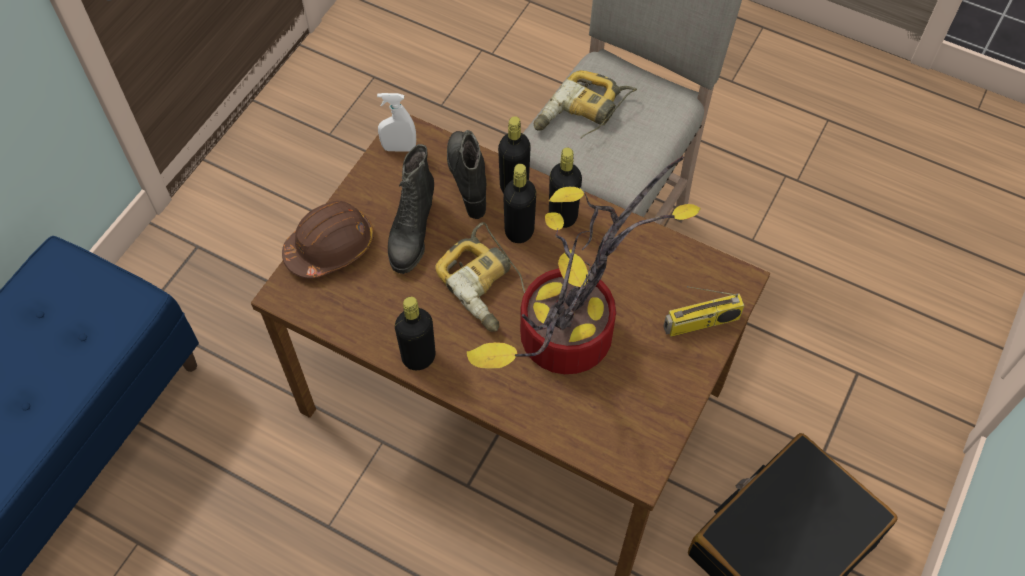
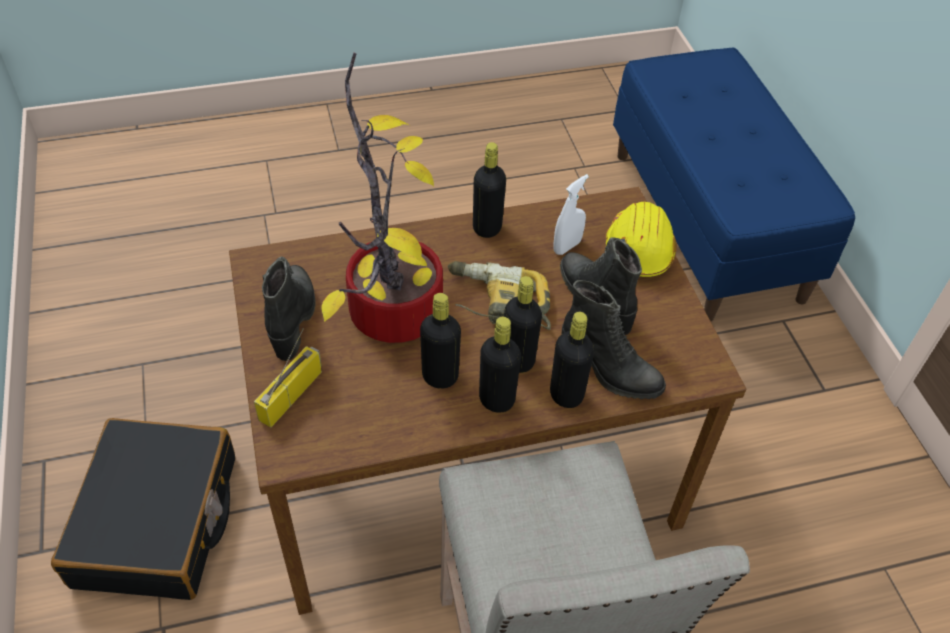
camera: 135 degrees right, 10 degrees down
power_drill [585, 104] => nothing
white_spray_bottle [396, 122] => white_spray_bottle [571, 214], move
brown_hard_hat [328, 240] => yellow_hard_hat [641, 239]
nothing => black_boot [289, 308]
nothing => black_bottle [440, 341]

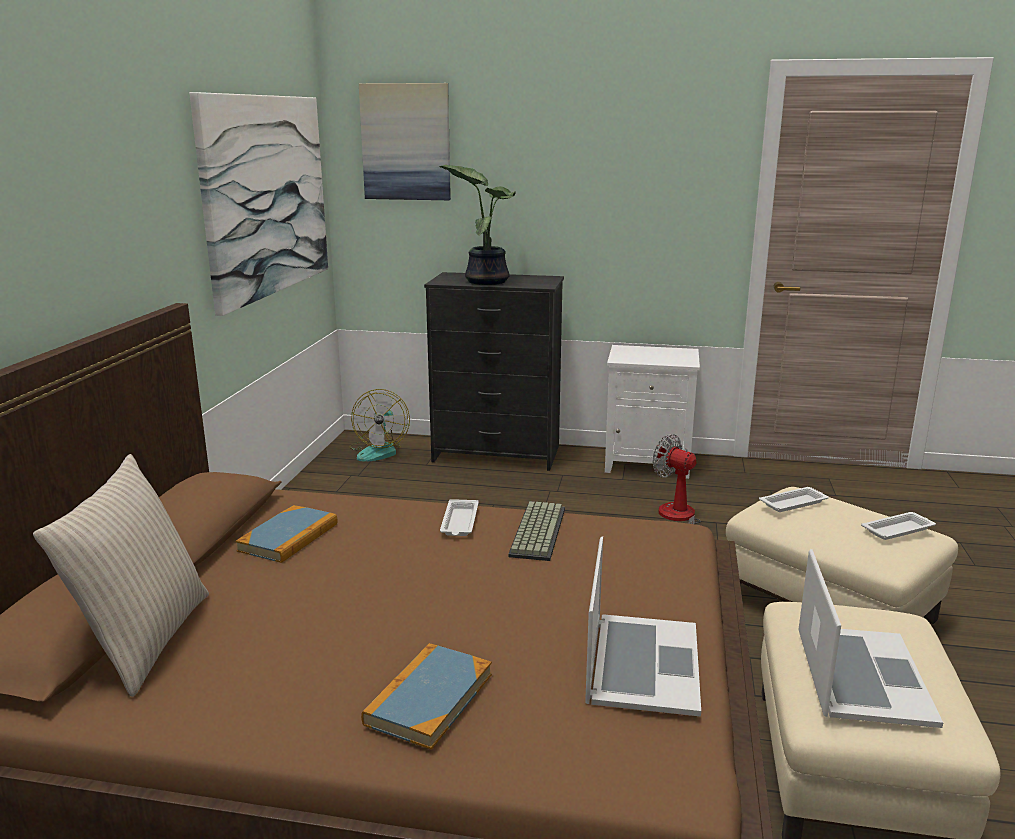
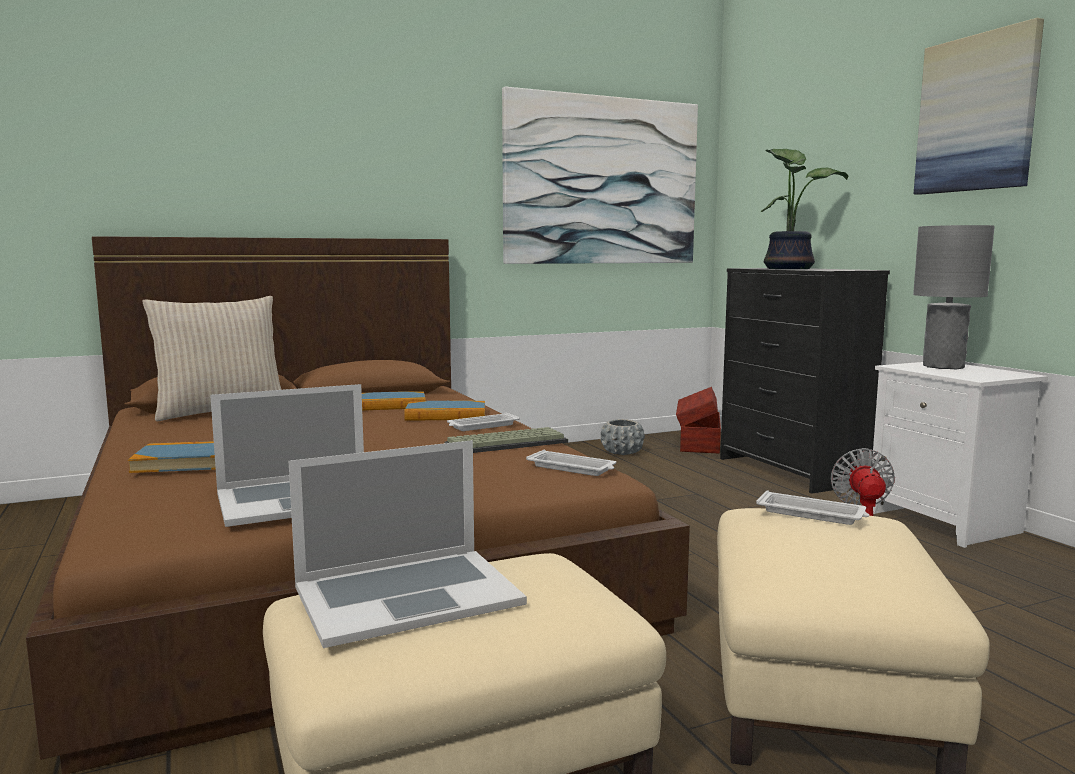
camera: 55 degrees right, 10 degrees down
picture [405, 141] => picture [979, 106], move
fan [379, 425] => brown_storage_box [698, 420]
white_tray [898, 526] => white_tray [571, 463], move
nothing => grey_table_lamp [954, 297]
nothing => book [444, 410]
nothing => grey_planter [622, 437]

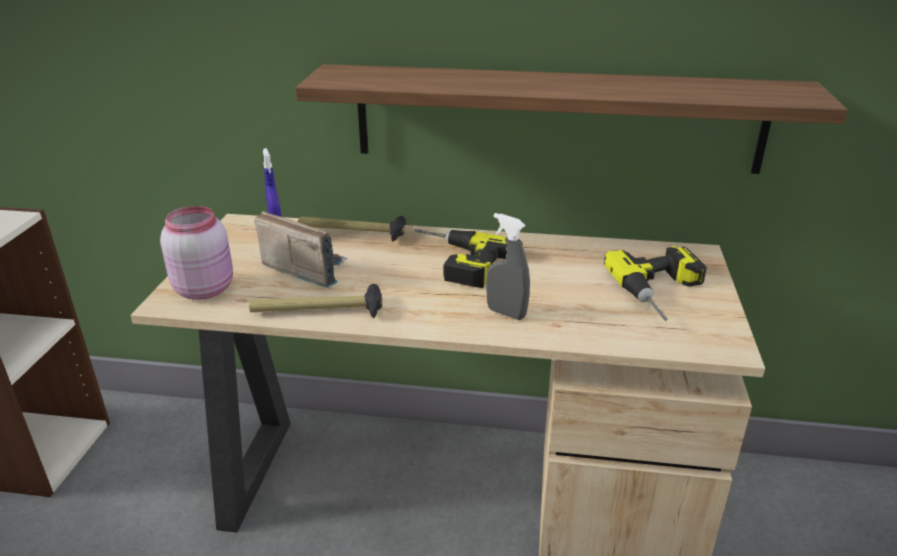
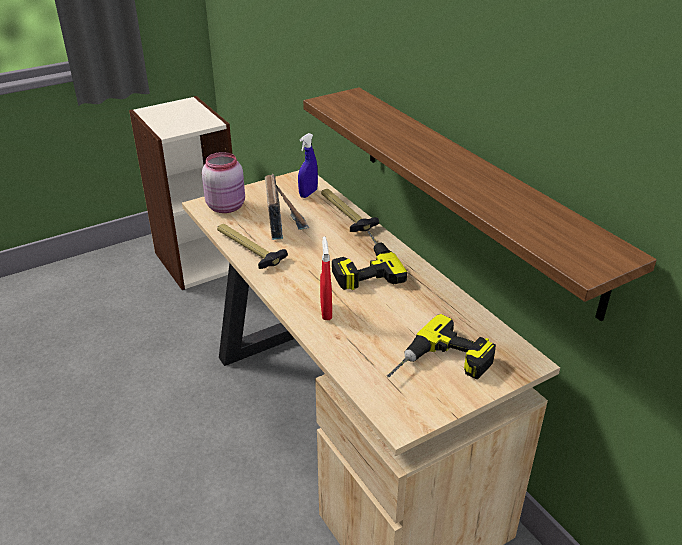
camera: 50 degrees right, 5 degrees up
grey_spray_bottle [508, 266] => red_spray_bottle [326, 278]

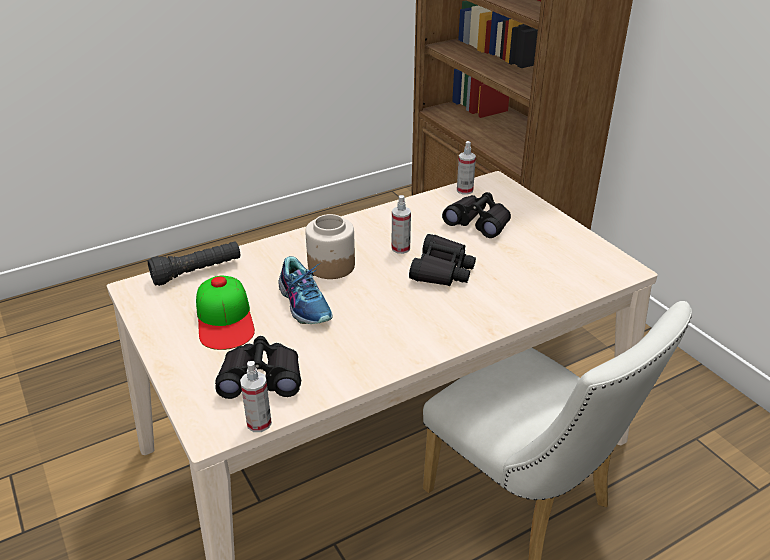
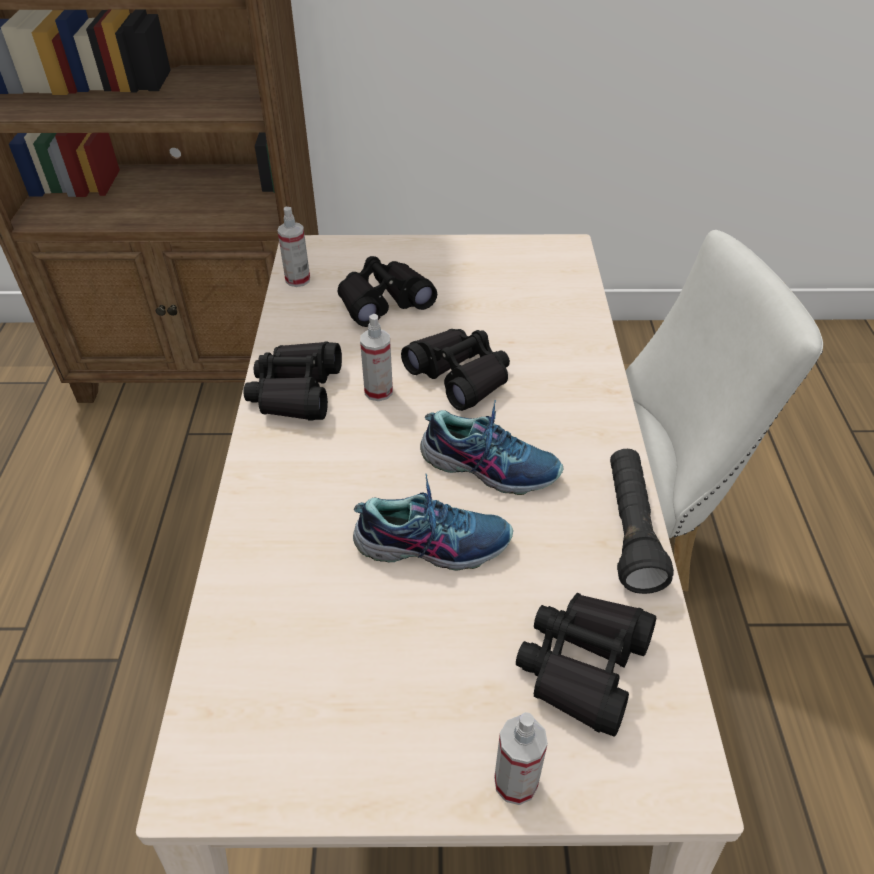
camera: 60 degrees left, 10 degrees up
jar [330, 246] => nothing
black_flashlight [194, 263] => black_flashlight [642, 521], move
cap [225, 313] => nothing
spray_bottle [256, 396] => spray_bottle [521, 758], move
nothing => black_binoculars [292, 381]
nothing => shoe [491, 447]

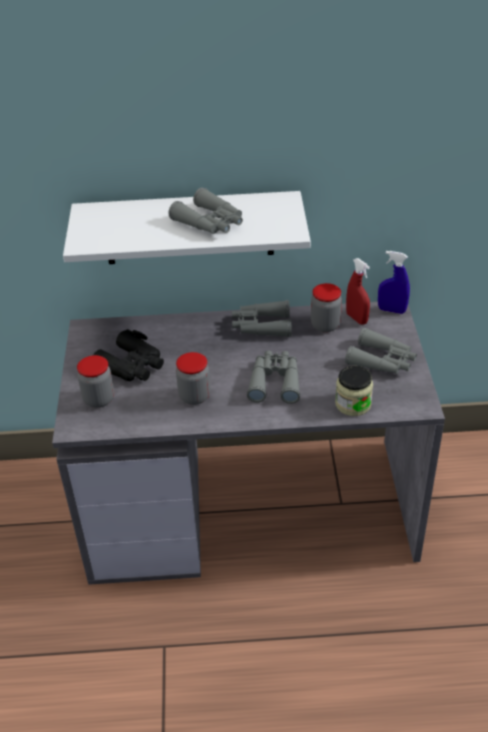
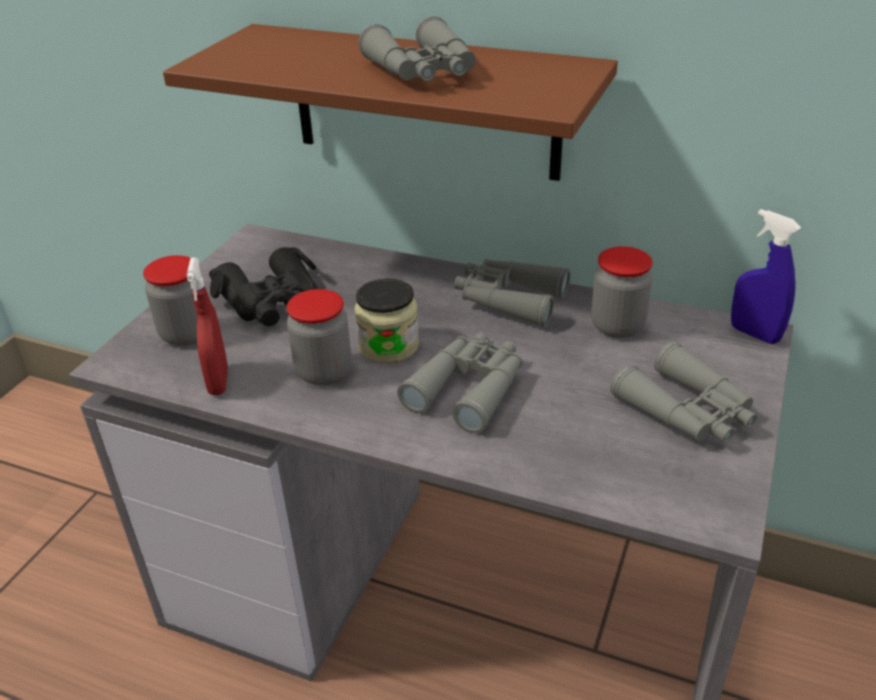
camera: 25 degrees right, 5 degrees down
white_shelf [187, 227] => brown_shelf [390, 102]
red_spray_bottle [358, 291] => red_spray_bottle [207, 326], move
jar [354, 391] => jar [386, 321], move

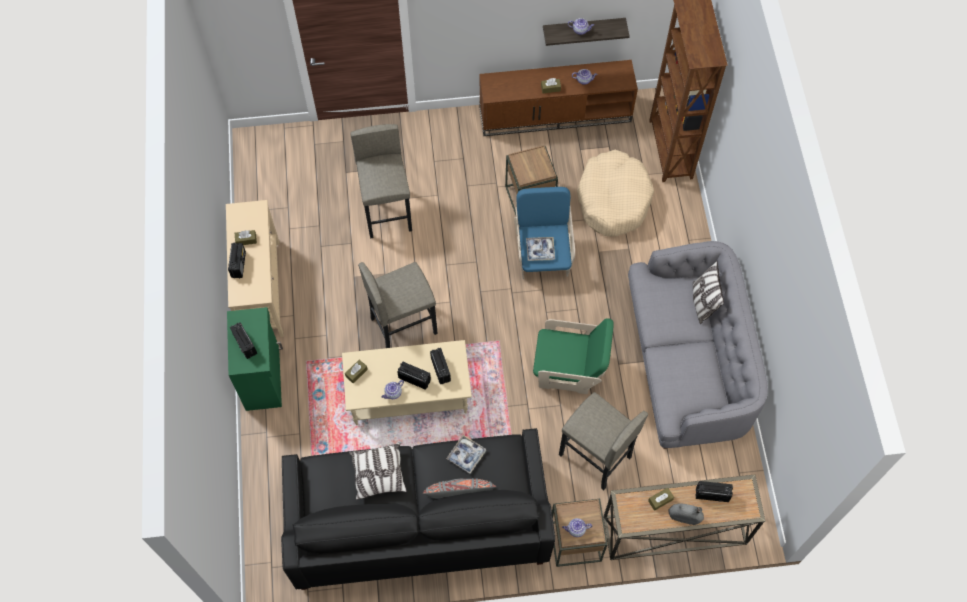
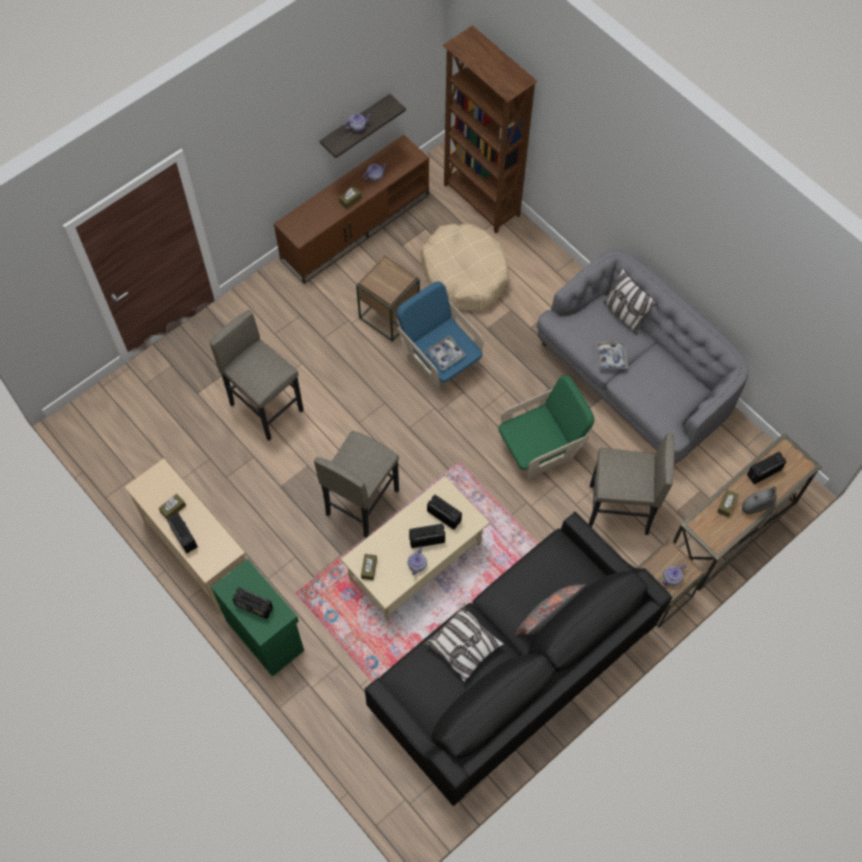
camera: 35 degrees left, 0 degrees up
tray [466, 454] => tray [612, 355], move

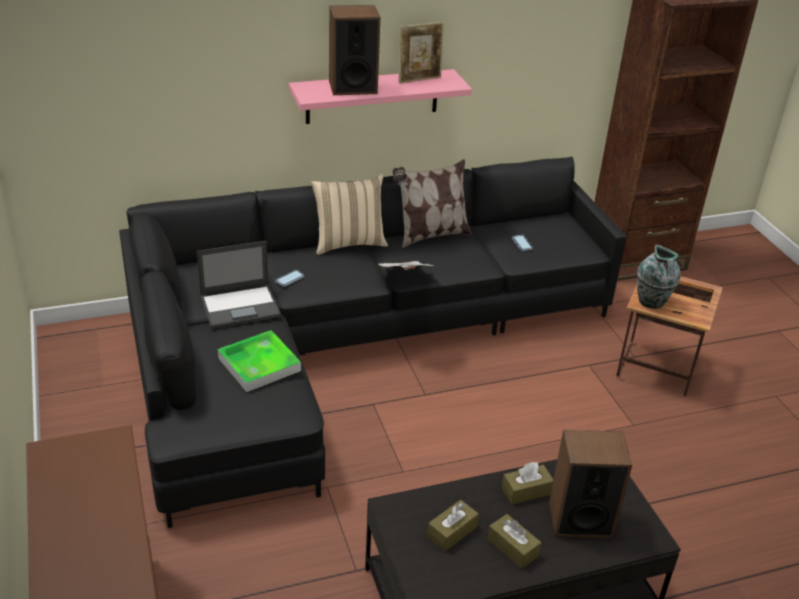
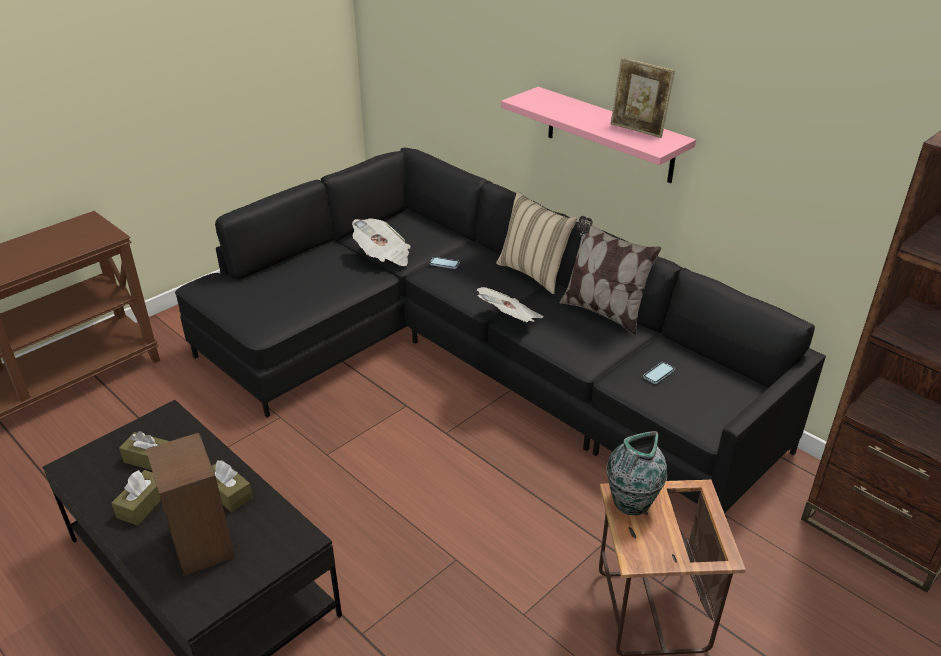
camera: 65 degrees right, 0 degrees up
speaker [354, 50] => nothing
laptop [239, 285] => newspaper [381, 242]
tray [259, 361] => nothing

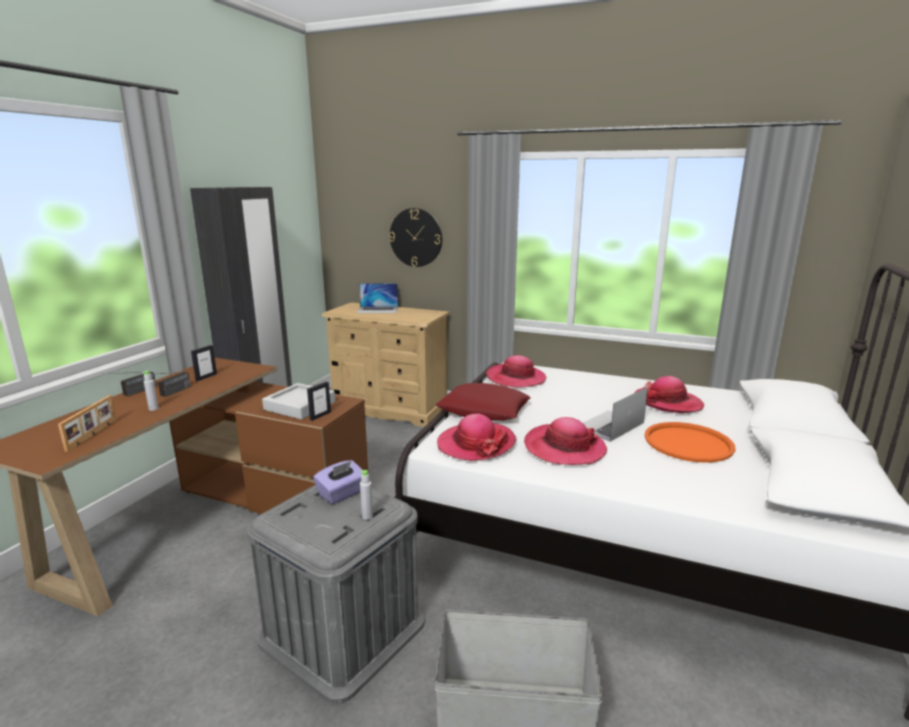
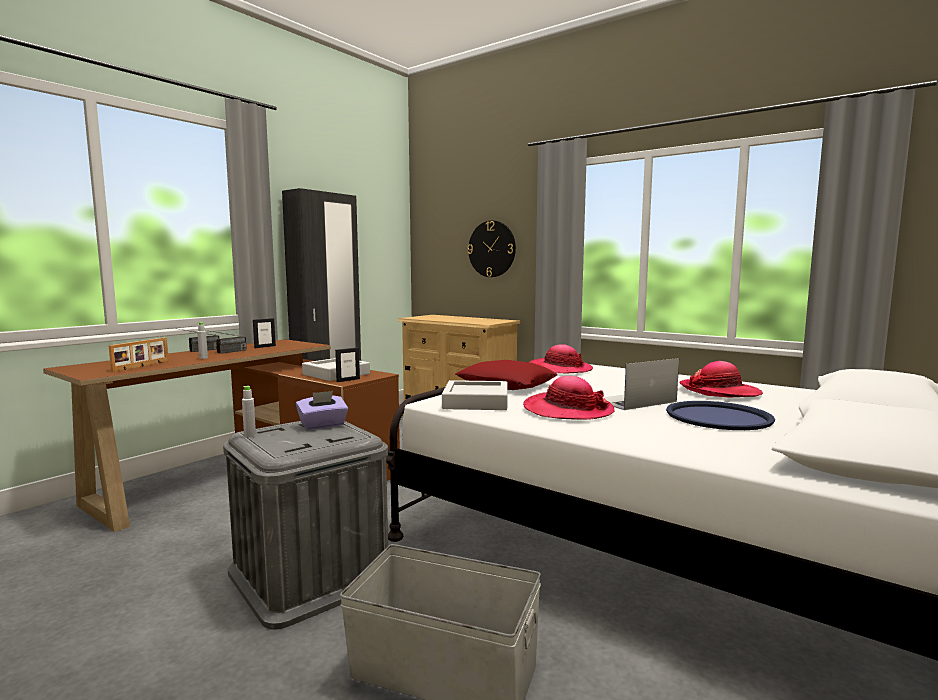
camera: 15 degrees right, 10 degrees down
laptop [377, 298] => nothing
hat [476, 437] => grey_tray [475, 395]
orange_tray [690, 442] => blue_tray [720, 415]
grey_bottle [366, 495] => grey_bottle [249, 412], move

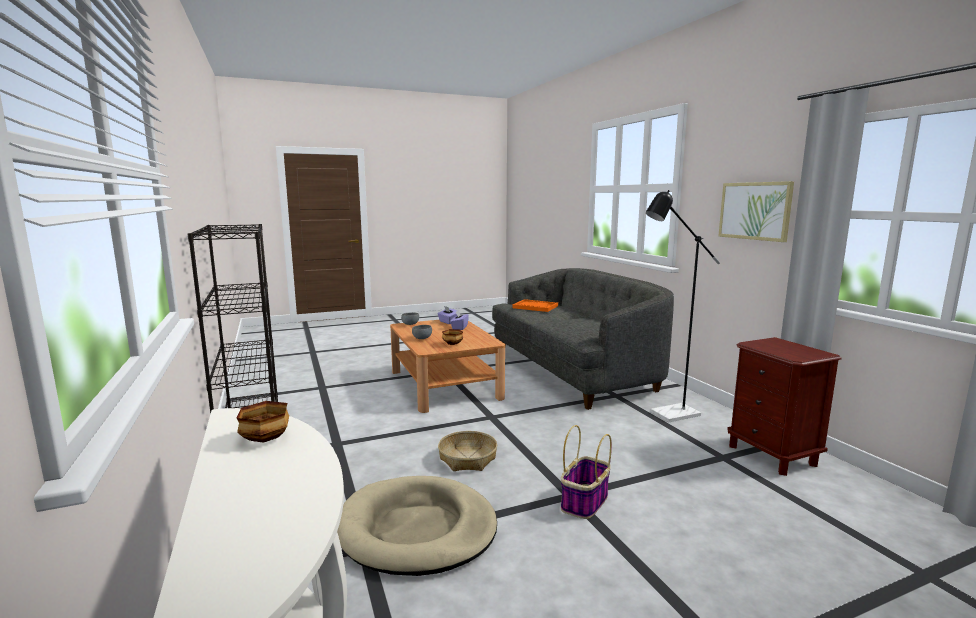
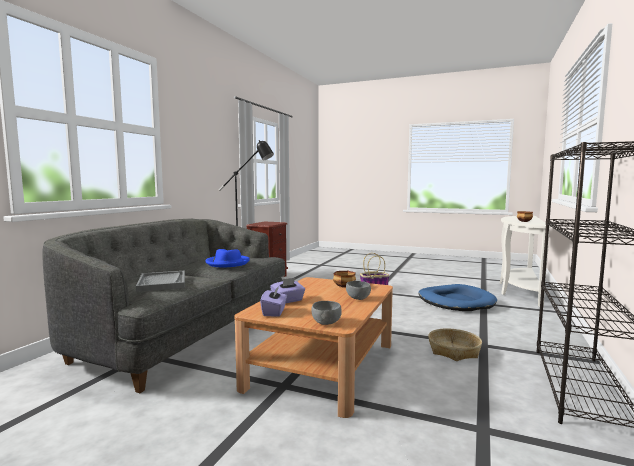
camera: 135 degrees left, 5 degrees down
picture [756, 211] => nothing
orange_tray [535, 305] => grey_tray [160, 281]
basket [467, 451] => basket [455, 345], move
beige_dog_bed [417, 526] => blue_dog_bed [458, 297]
nothing => blue_hat [227, 258]

